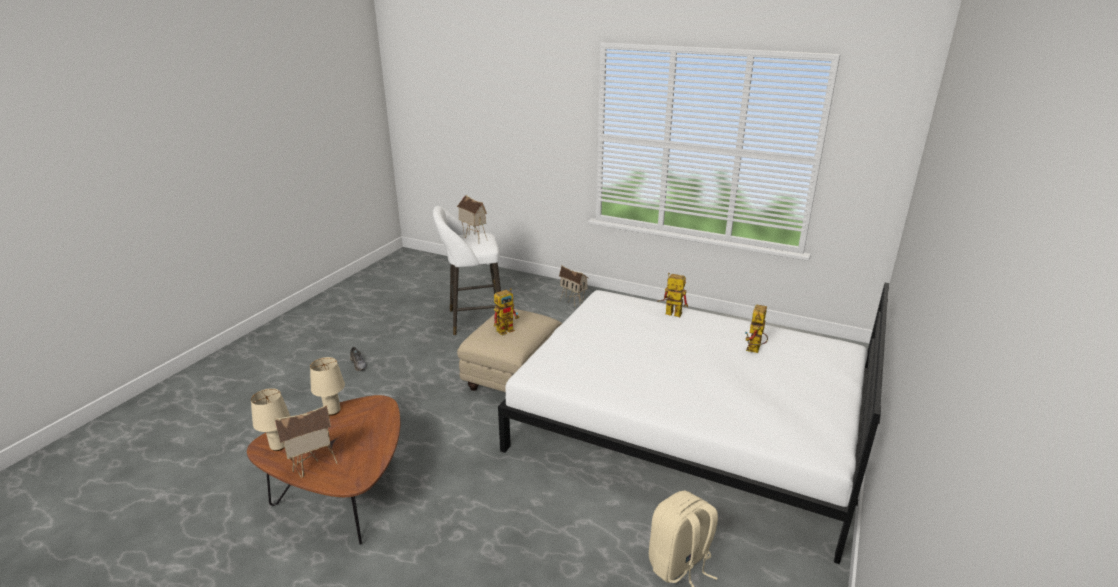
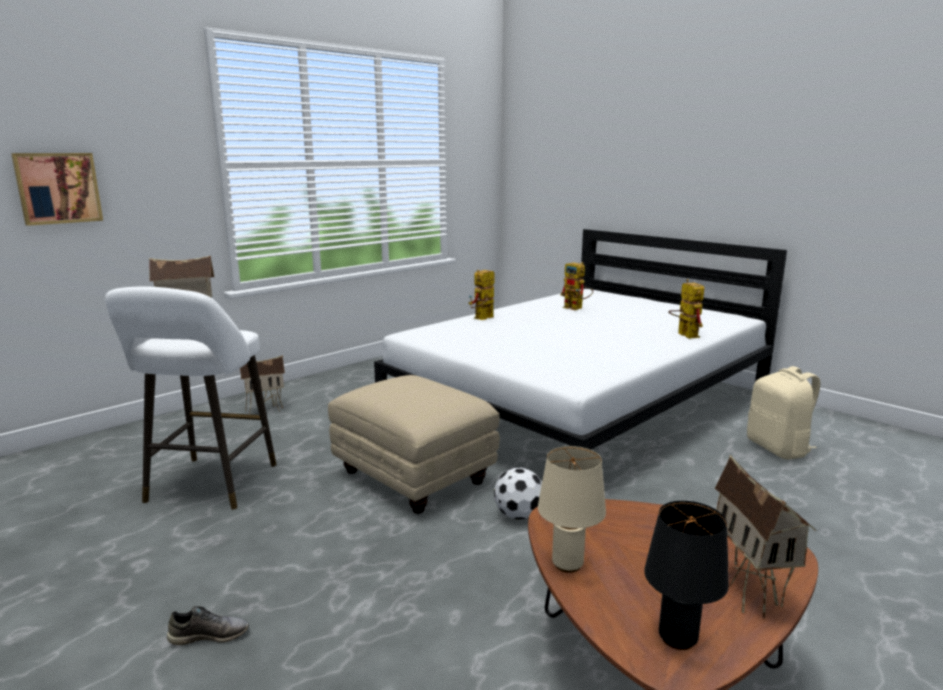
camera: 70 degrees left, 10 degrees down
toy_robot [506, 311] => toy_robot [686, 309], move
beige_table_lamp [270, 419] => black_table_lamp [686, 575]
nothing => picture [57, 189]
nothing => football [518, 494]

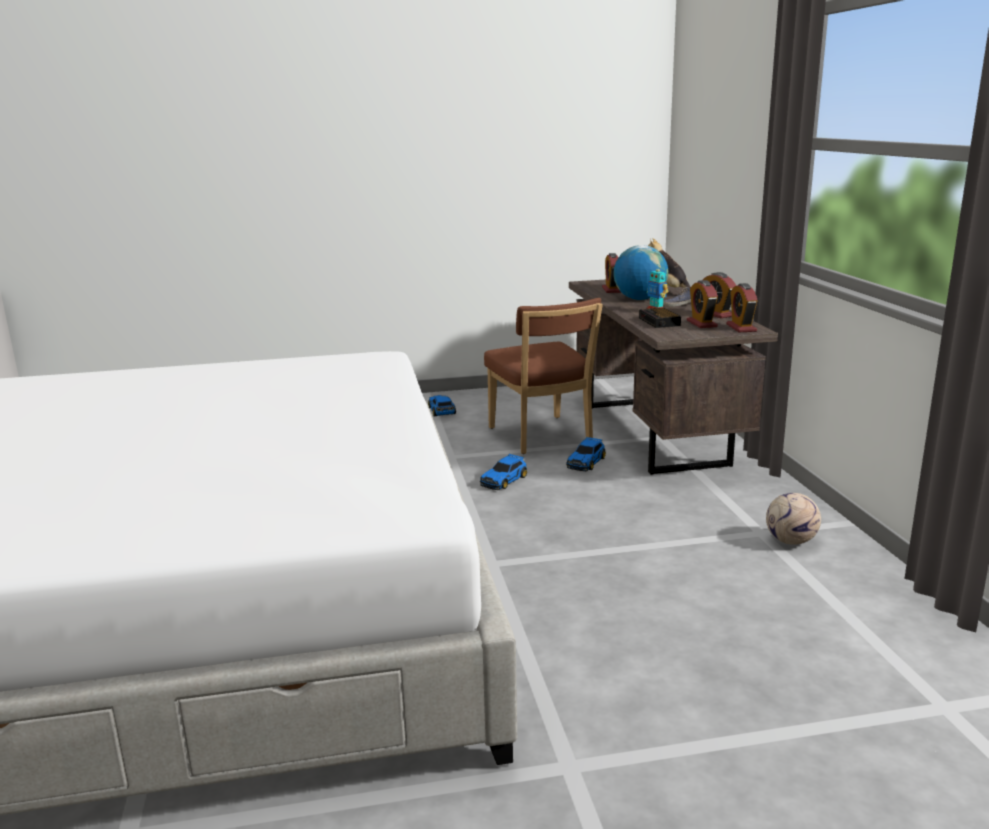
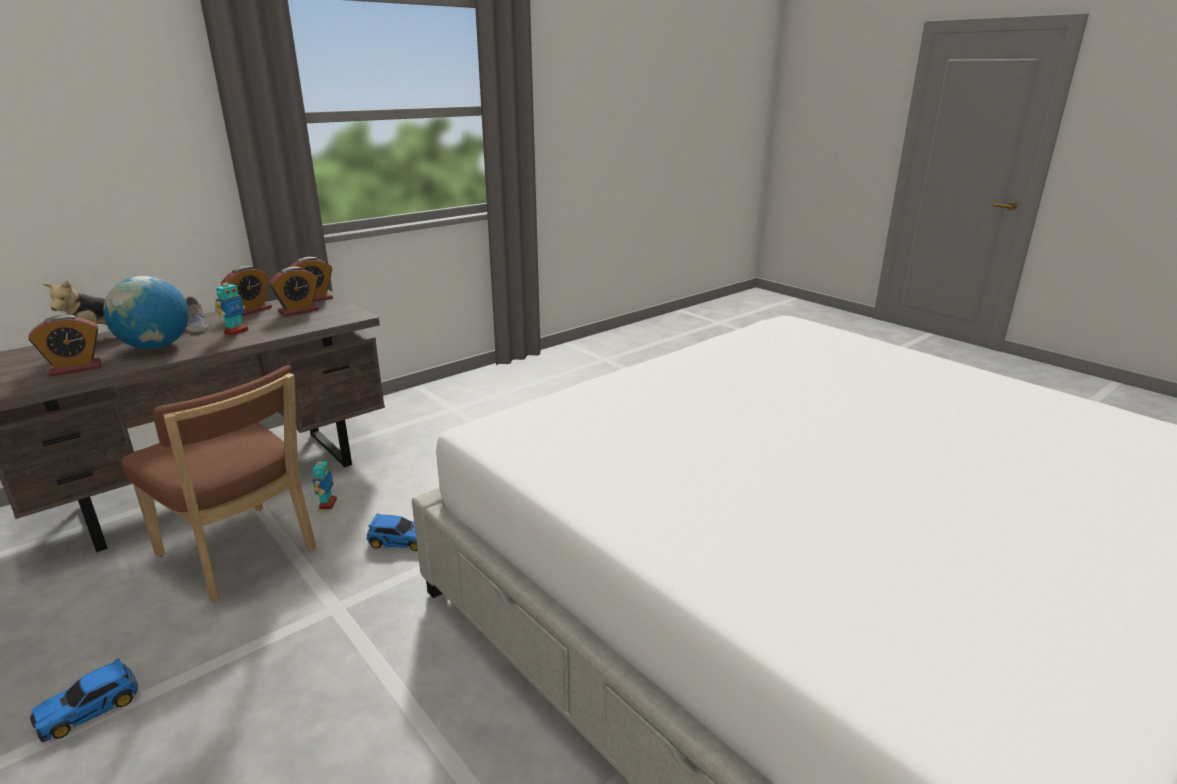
camera: 120 degrees left, 5 degrees up
brown_chair [543, 376] => brown_chair [218, 483], 90 degrees clockwise
alarm_clock [660, 318] => nothing
toy_car [586, 454] => toy_robot [325, 483]
football [793, 519] => nothing

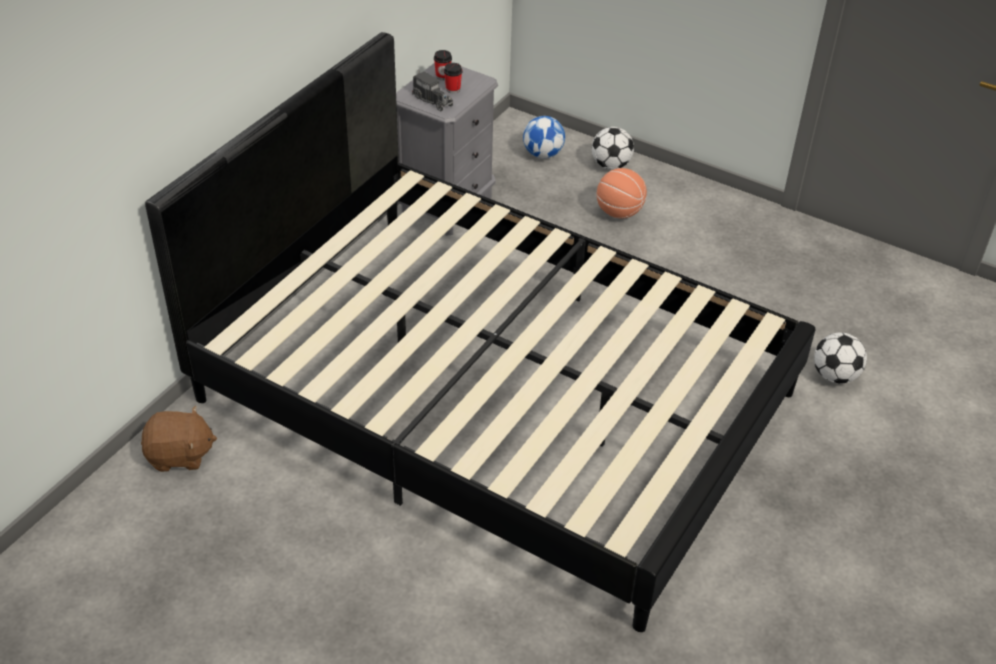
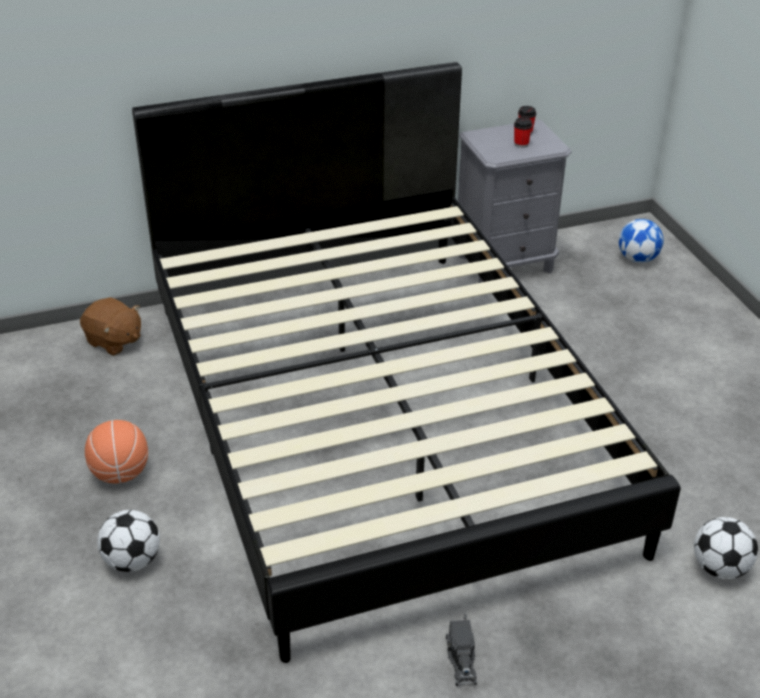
camera: 40 degrees right, 5 degrees down
toy_truck [432, 90] => toy_truck [461, 649], move
football [613, 148] => football [128, 541], move
basketball [622, 193] => basketball [116, 451], move

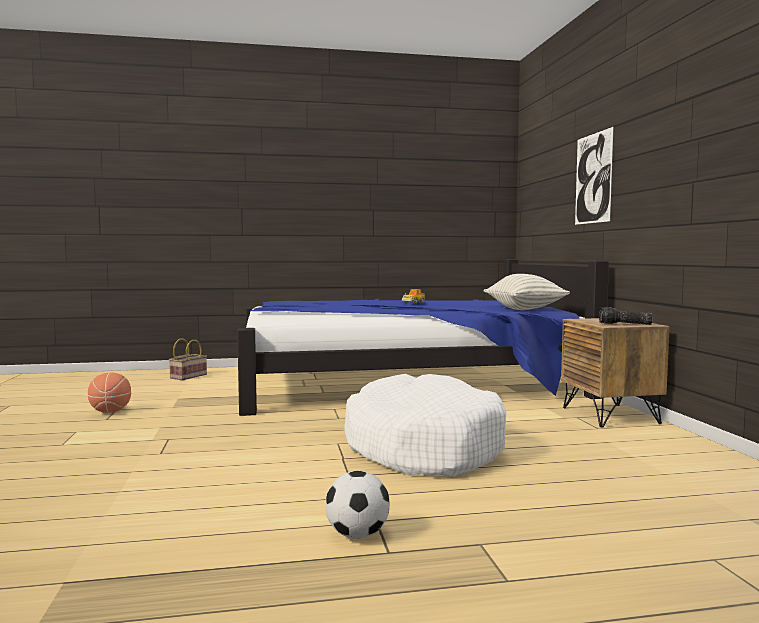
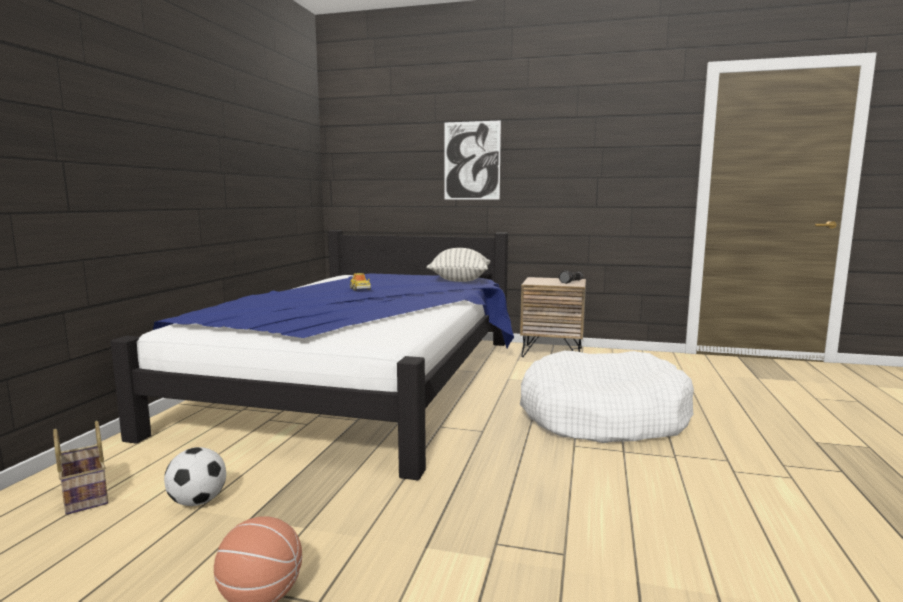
camera: 65 degrees left, 5 degrees up
football [357, 505] => football [195, 476], move

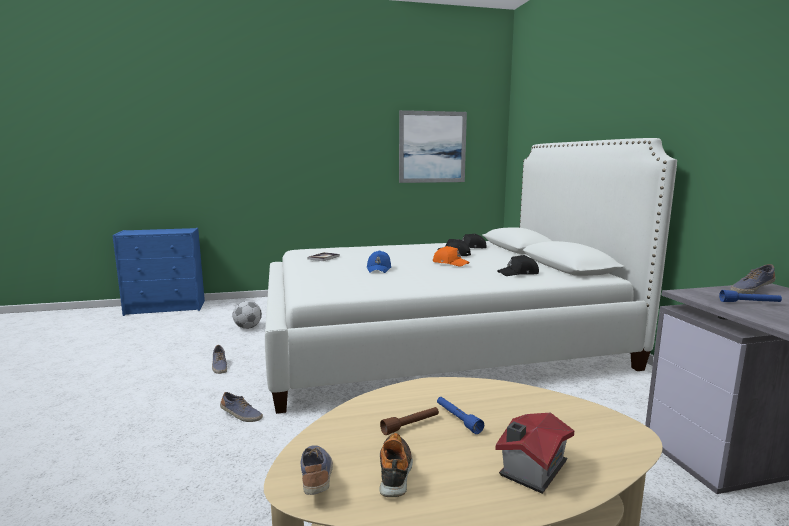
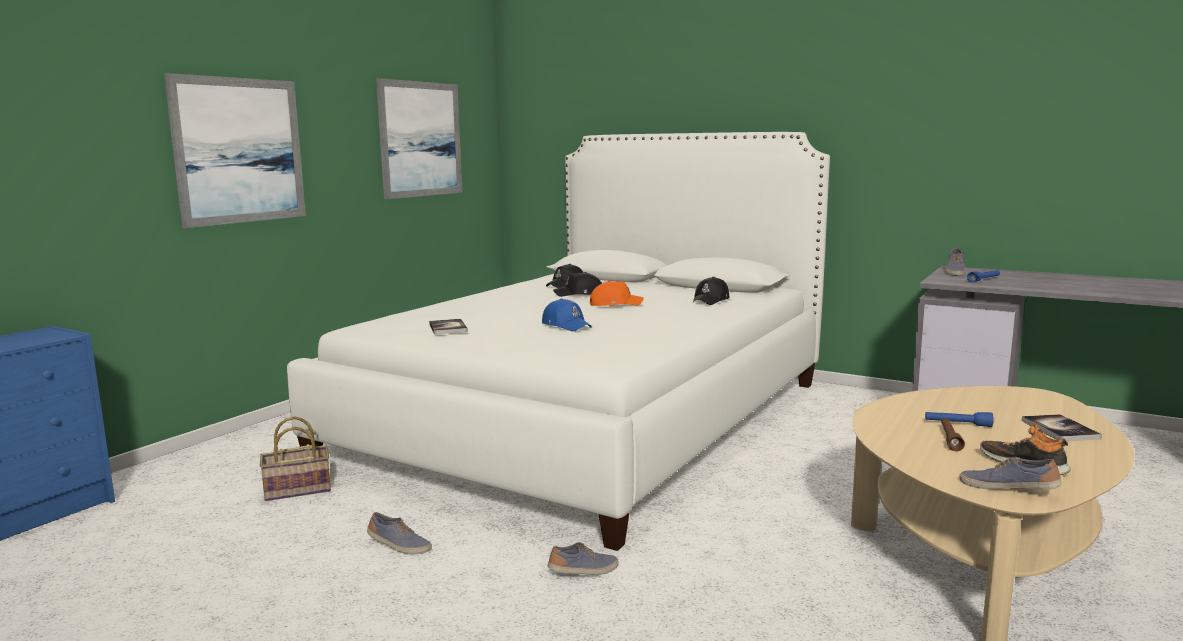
camera: 45 degrees left, 0 degrees up
football [247, 315] => basket [295, 458]
toy_house [534, 453] => book [1062, 427]
nothing => picture [235, 150]

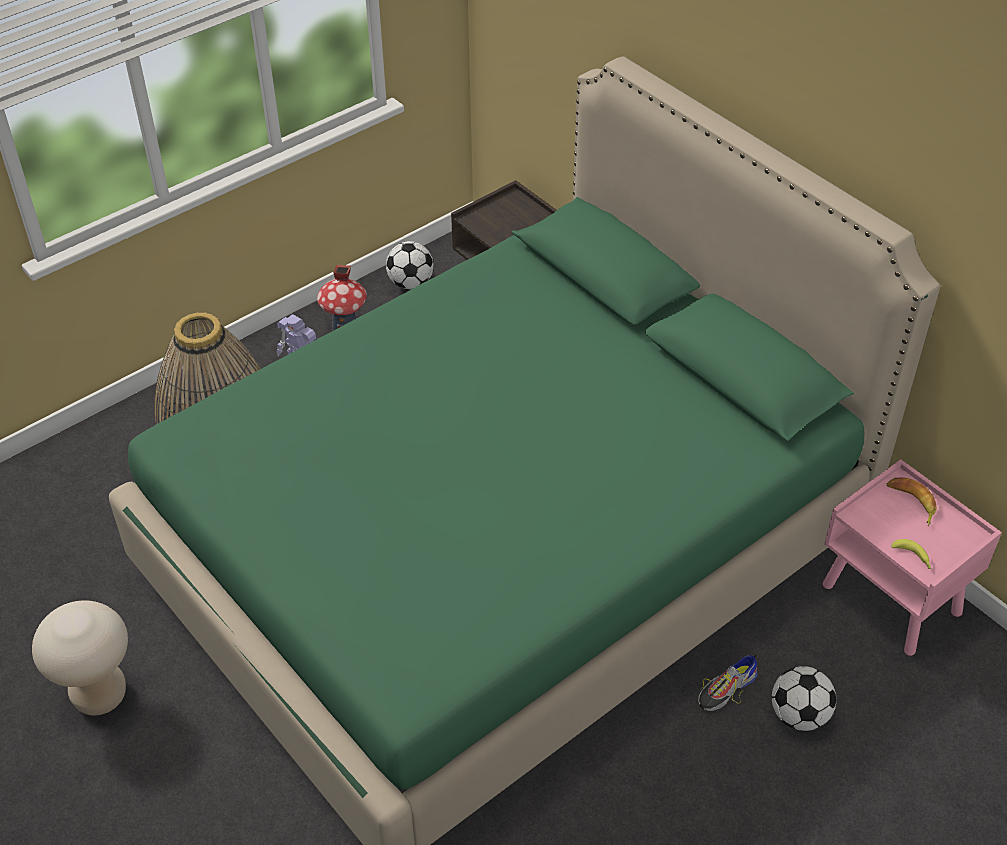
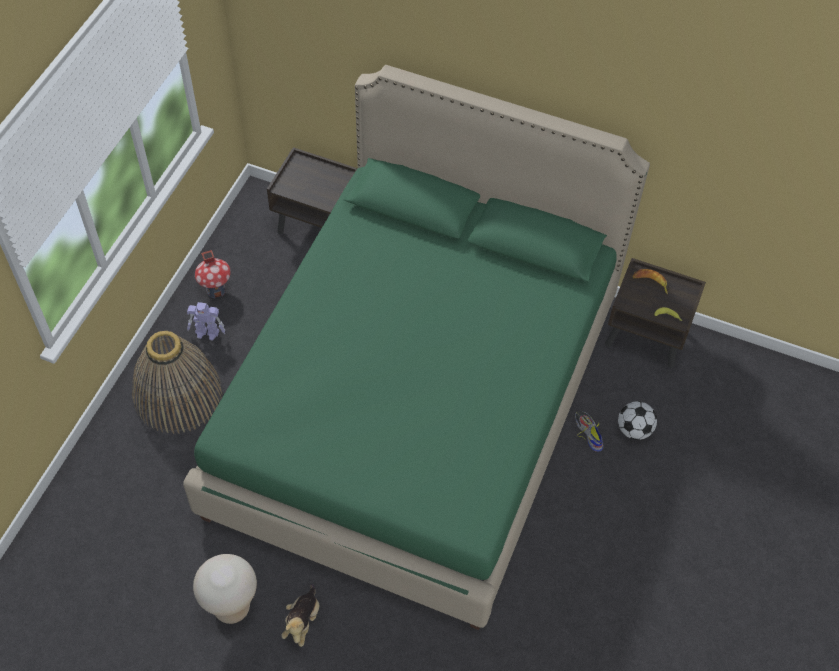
camera: 30 degrees left, 10 degrees up
football [410, 265] => nothing
pink_nightstand [912, 557] => brown_nightstand [655, 313]
shoe [728, 682] => shoe [589, 431], 135 degrees clockwise
nothing => plush_toy [300, 615]

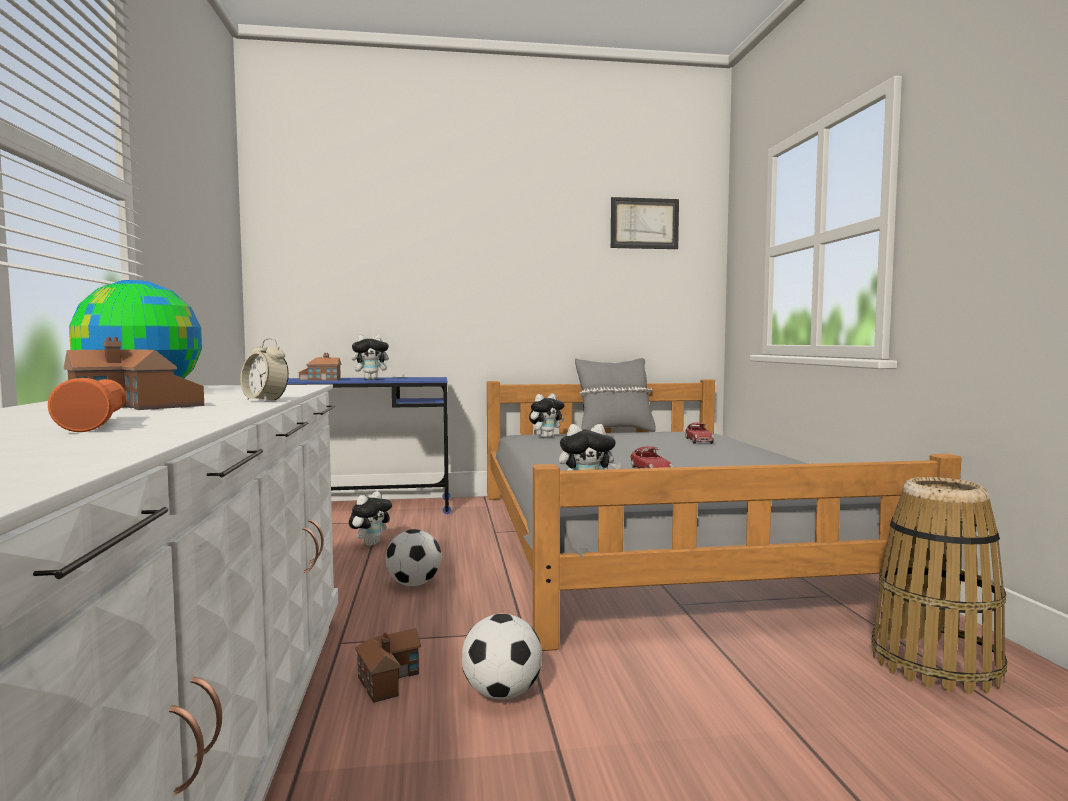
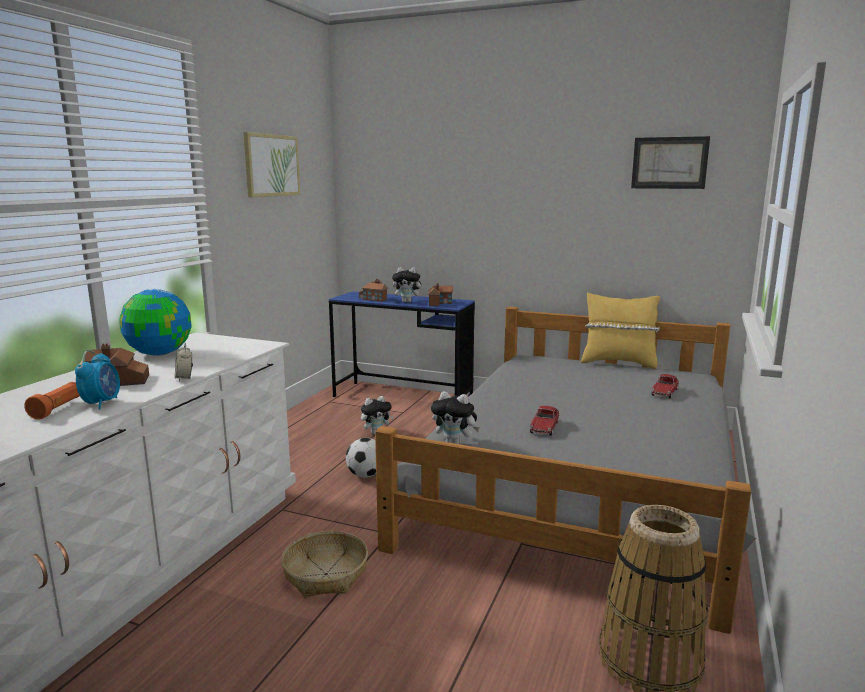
camera: 30 degrees right, 10 degrees up
grey_pillow [615, 395] => yellow_pillow [620, 330]
plush_toy [547, 416] => nothing
football [502, 657] => basket [324, 564]
toy_house [388, 665] => toy_house [440, 295], move
nothing => picture [271, 164]
nothing => alarm_clock [97, 380]

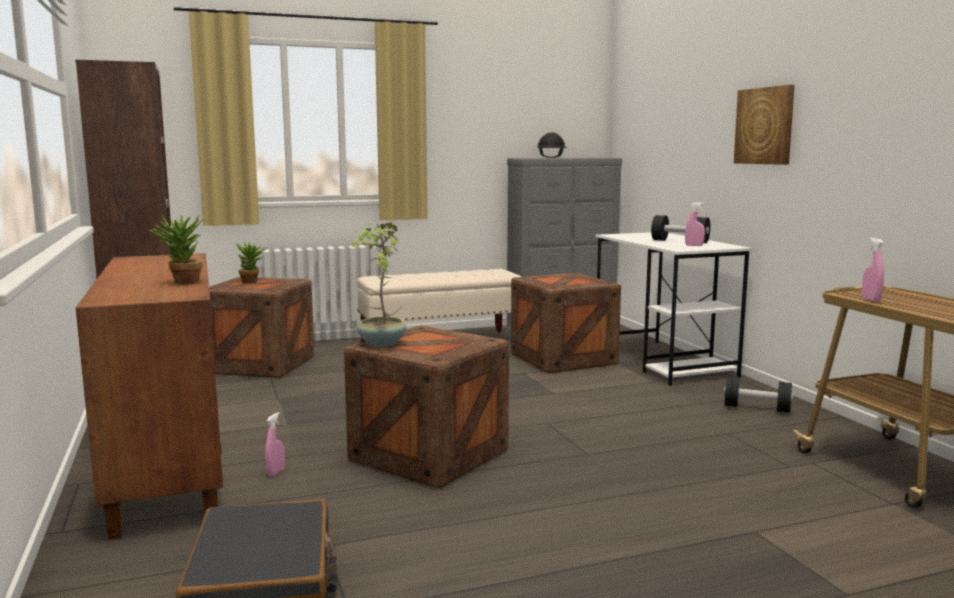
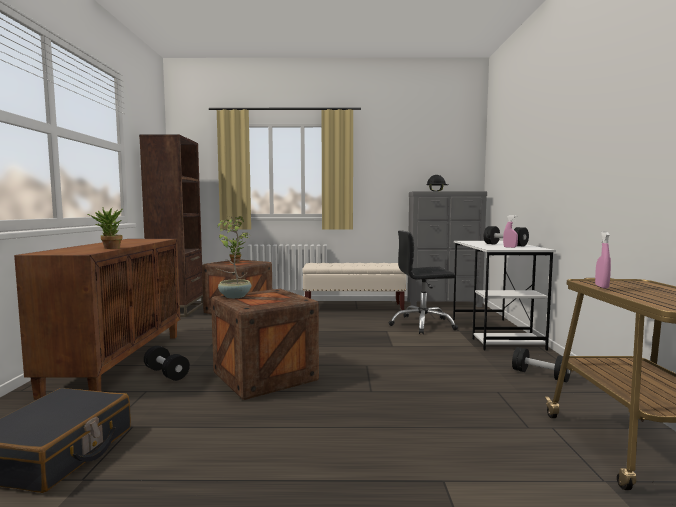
camera: 20 degrees right, 5 degrees down
picture [764, 125] => nothing
crate [566, 323] => black_office_chair [423, 282]
pink_spray_bottle [275, 444] => black_dumbbell [167, 363]

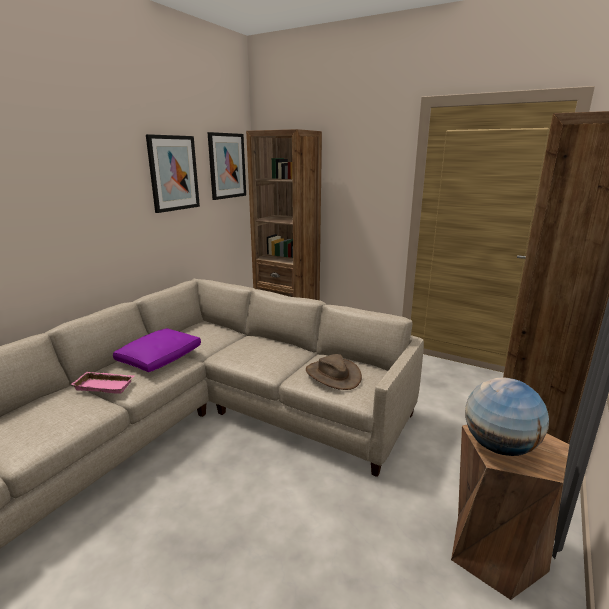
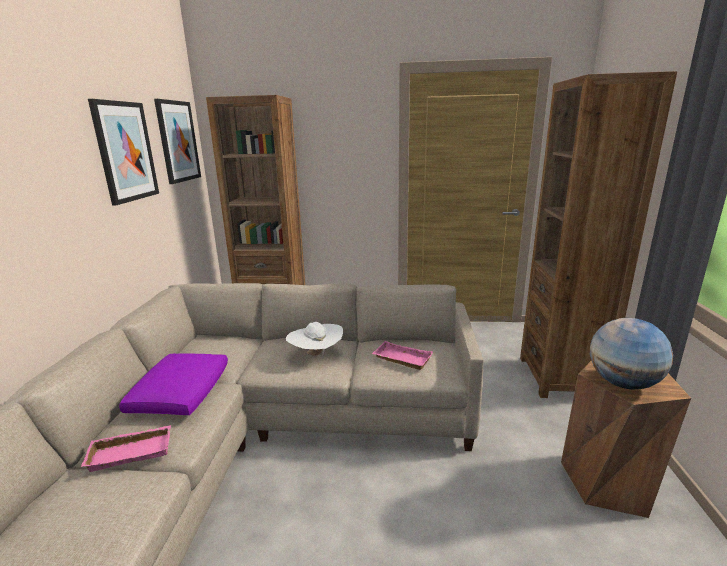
camera: 25 degrees left, 0 degrees up
brown_hat [334, 372] => pink_tray [402, 355]
nothing => white_hat [314, 340]

